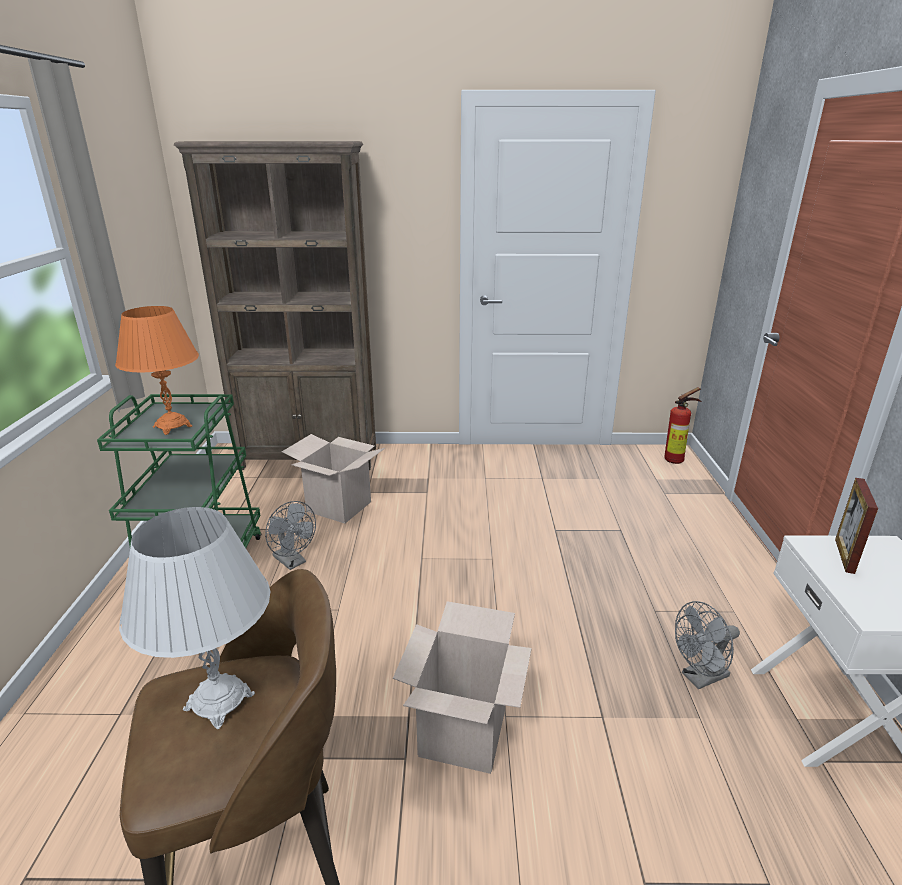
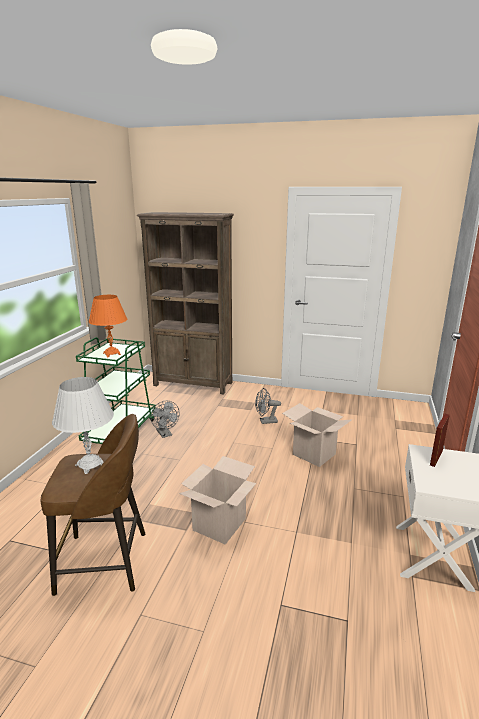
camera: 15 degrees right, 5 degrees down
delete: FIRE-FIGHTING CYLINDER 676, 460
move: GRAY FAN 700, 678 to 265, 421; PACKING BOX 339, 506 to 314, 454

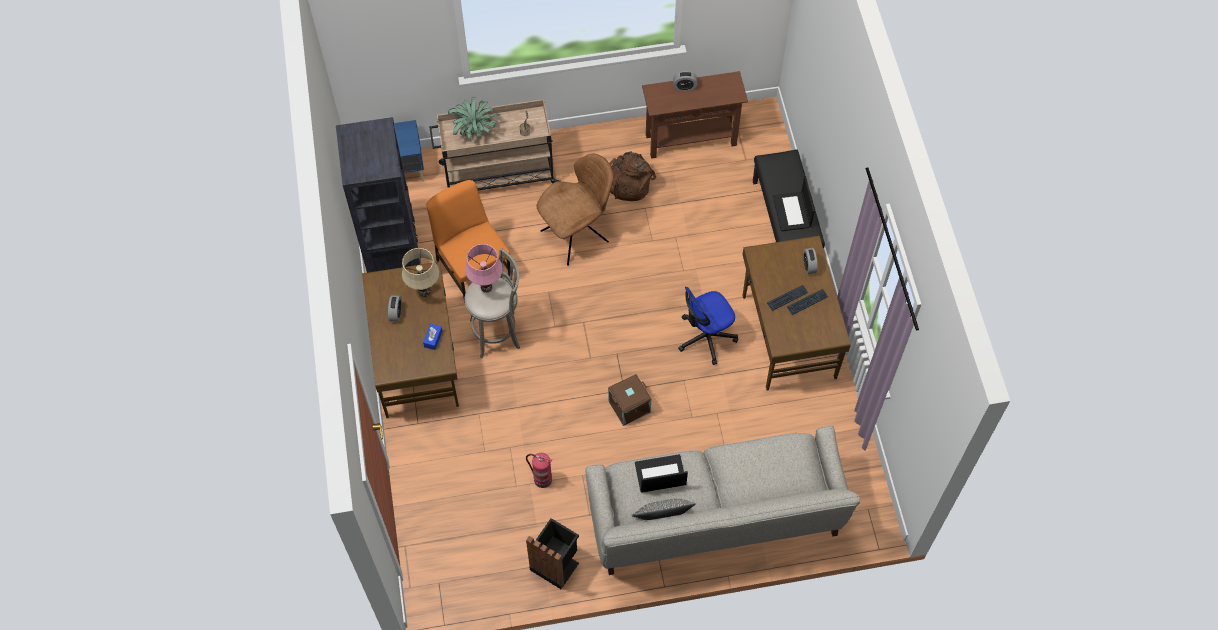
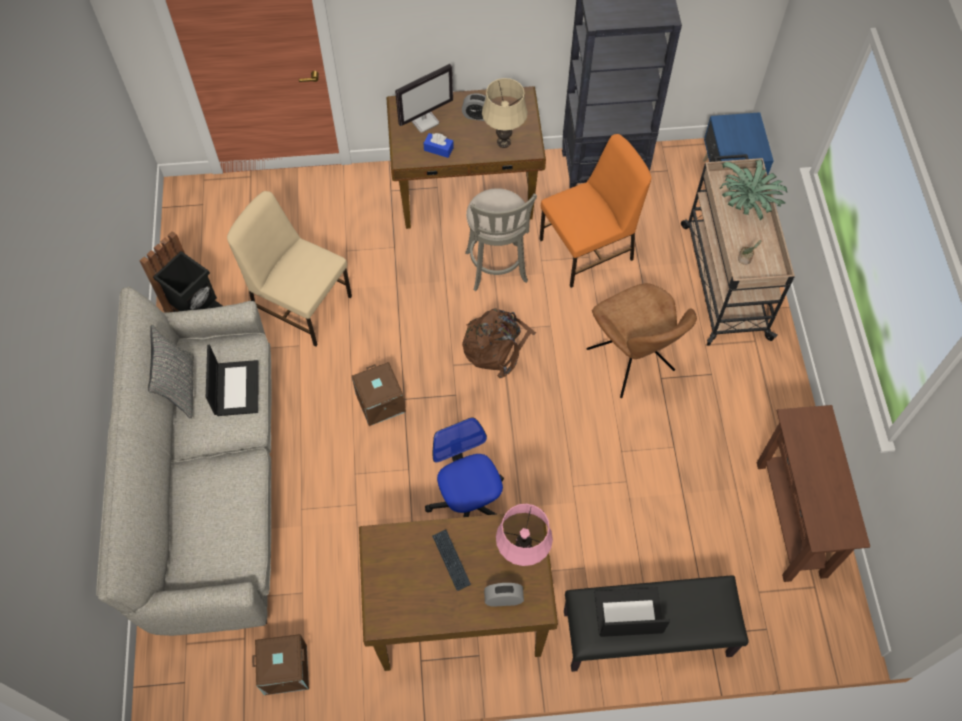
camera: 95 degrees right, 0 degrees up
delete: BEDSIDE CLOCK 684, 87; PC KEYBOARD 807, 302
insert: BROWNISH STORAGE BOX 285, 671; COMPUTER SCREEN 425, 121
move: BROWNISH BACKPACK 628, 183 to 496, 346; PINKISH TABLE LAMP 486, 287 to 522, 556
replace: FIRE-FIGHTING CYLINDER 541, 479 to BEIGE-COLOURED CHAIR 301, 304

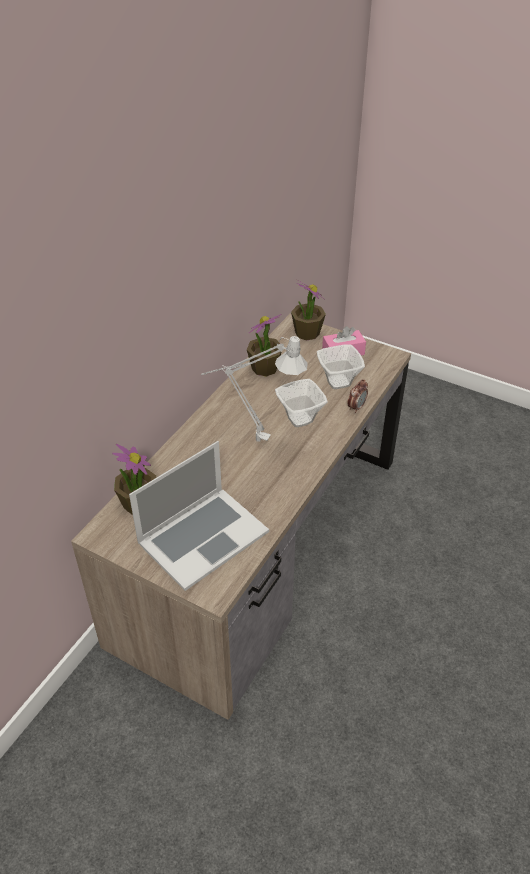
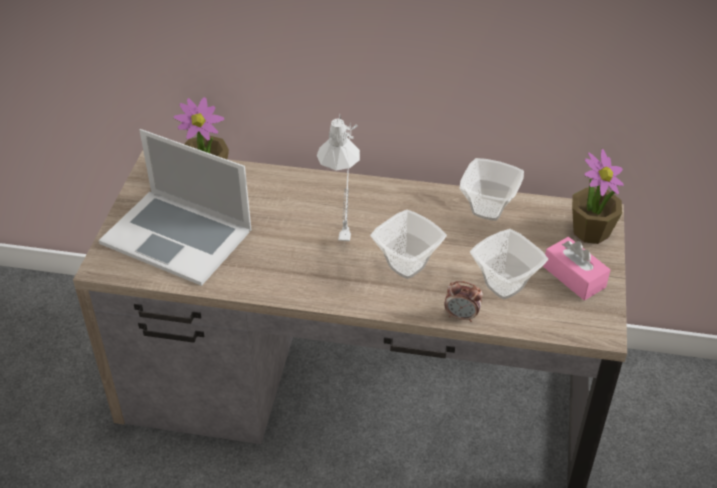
camera: 70 degrees right, 0 degrees up
replace: POTTED PLANT 264, 368 to BOWL 486, 210

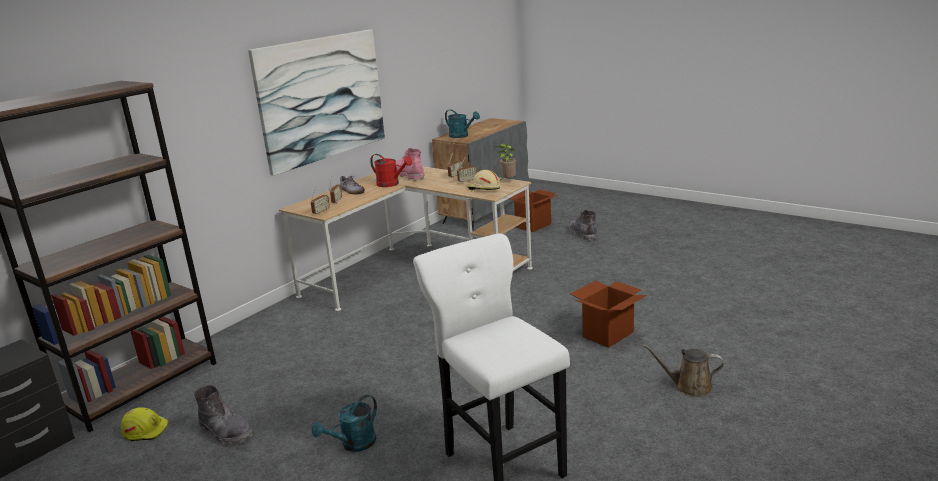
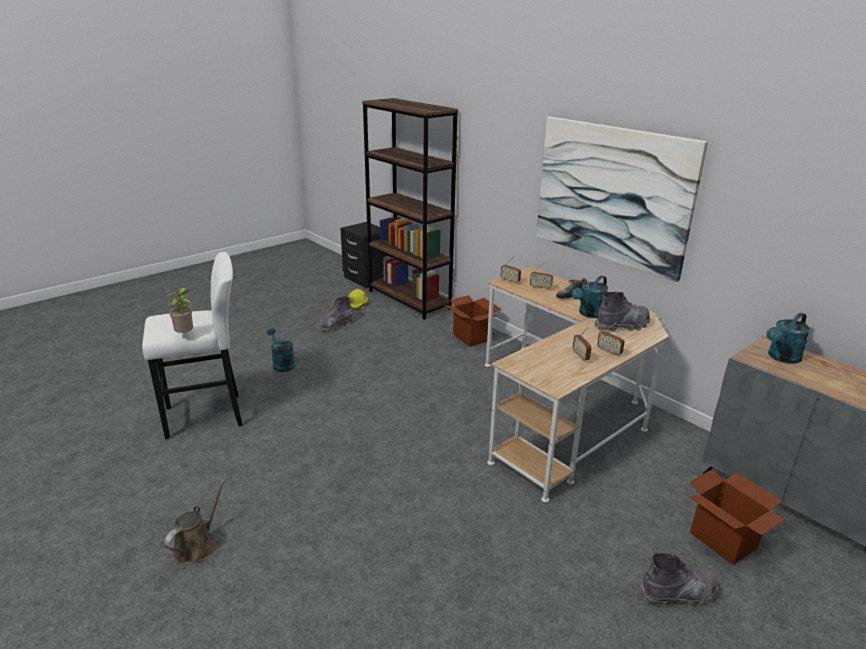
camera: 100 degrees right, 5 degrees up
delete: BEIGE-COLOURED HARD HAT 483, 189
move: POTTED PLANT 507, 181 to 186, 335; PACKING BOX 608, 334 to 471, 337
recolor: RED SPRINKLING CAN 391, 184 to TURQUOISE-COLOURED SPRINKLING CAN 589, 314; PINKISH HIGH-TOP BOOT 410, 175 to GRAY HIGH-TOP BOOT 622, 326

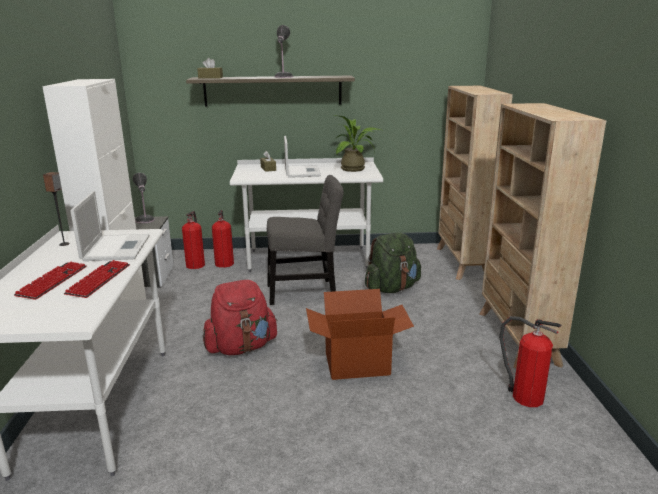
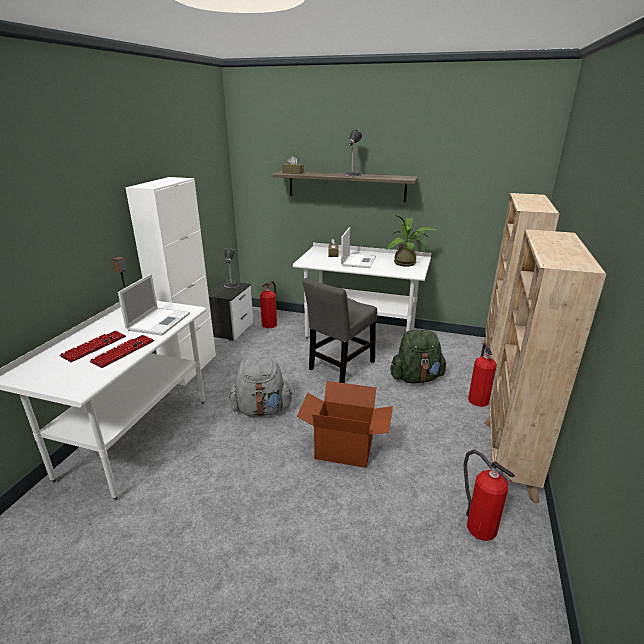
camera: 20 degrees right, 5 degrees up
move: FIRE-FIGHTING CYLINDER 224, 263 to 478, 399
recolor: RED BACKPACK 241, 347 to GRAY BACKPACK 262, 409
rotate: GRAY CHAIR 305, 292 = 340, 367 120 degrees clockwise

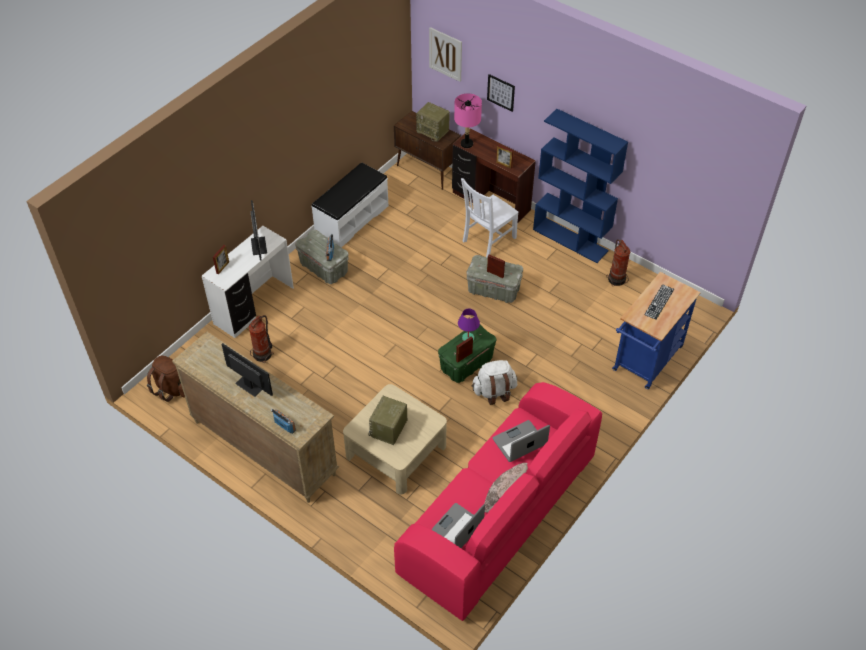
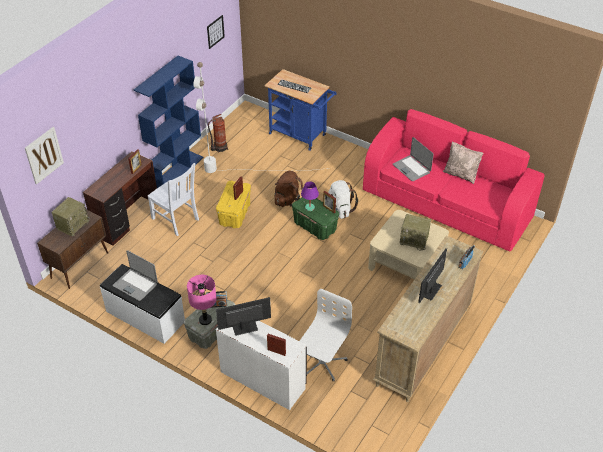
camera: 95 degrees left, 5 degrees down
insert: WHITISH STANDARD LAMP 243, 169
move: LAPTOP 456, 529 to 135, 284; PINKISH TABLE LAMP 466, 144 to 205, 320; WALL ART 501, 92 to 215, 31; BROWNISH BACKPACK 172, 388 to 287, 200
replace: FIRE-FIGHTING CYLINDER 263, 354 to WHITISH DESK CHAIR 322, 362
recolor: GRAY STORAGE BOX 494, 290 to YELLOW-COLOURED STORAGE BOX 234, 214

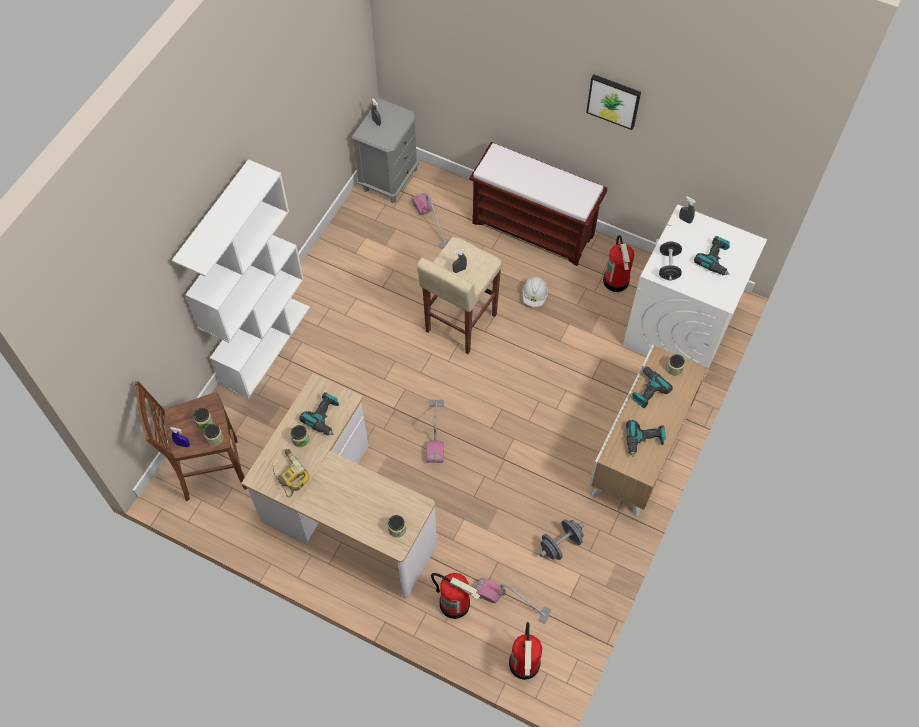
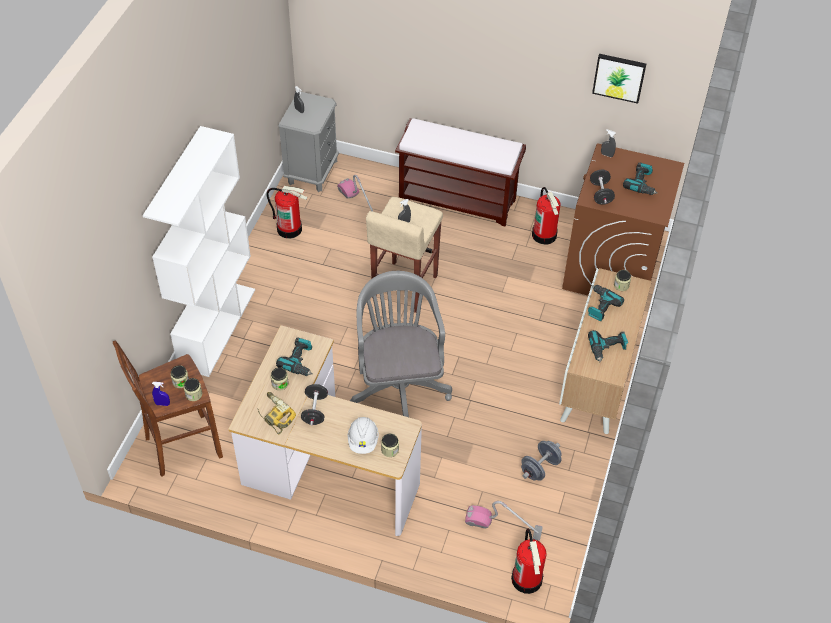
camera: 10 degrees left, 10 degrees down
insert: BLACK FREE WEIGHT 315, 411
move: FIRE-FIGHTING CYLINDER 455, 603 to 290, 229; WHITISH HARD HAT 534, 296 to 363, 440; WALL ART 614, 100 to 619, 77
replace: VACUUM CLEANER 435, 432 to GRAY DESK CHAIR 399, 384
recolor: WHITISH LAUNDRY APPLIANCE 679, 328 to BROWNISH LAUNDRY APPLIANCE 612, 268

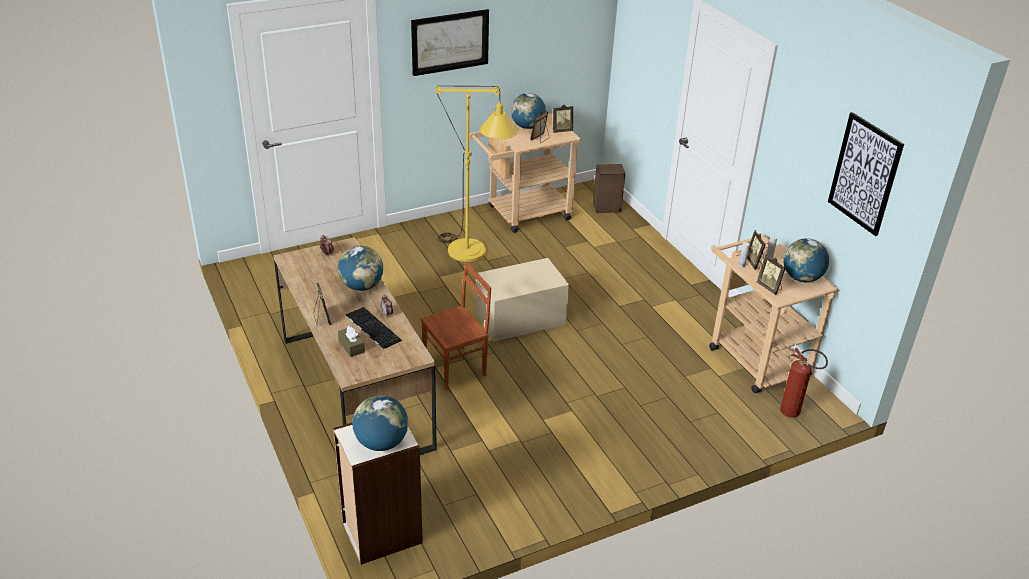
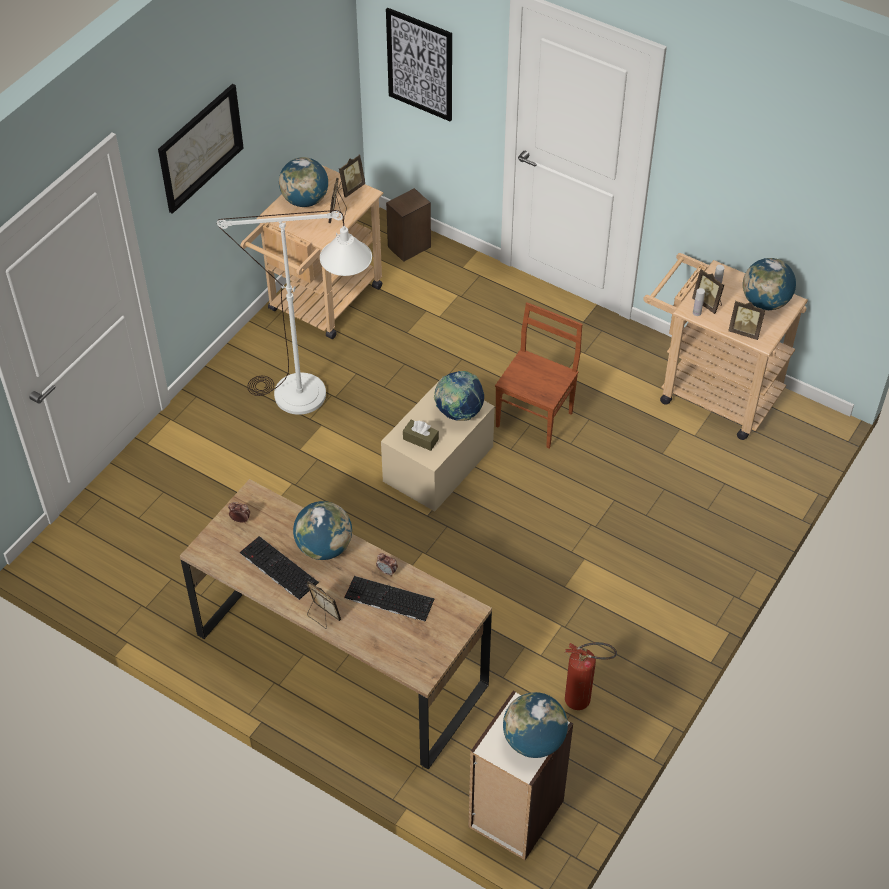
camera: 30 degrees left, 15 degrees up
insert: PC KEYBOARD 277, 568; GLOBE 458, 413
move: WALL ART 865, 174 to 420, 64; BROWNISH BOX OF TISSUES 351, 346 to 420, 439; BROWNISH CHAIR 456, 368 to 536, 419; FIRE-FIGHTING CYLINDER 794, 414 to 584, 701
recolor: YELLOW-COLOURED STANDARD LAMP 474, 256 to WHITISH STANDARD LAMP 314, 398

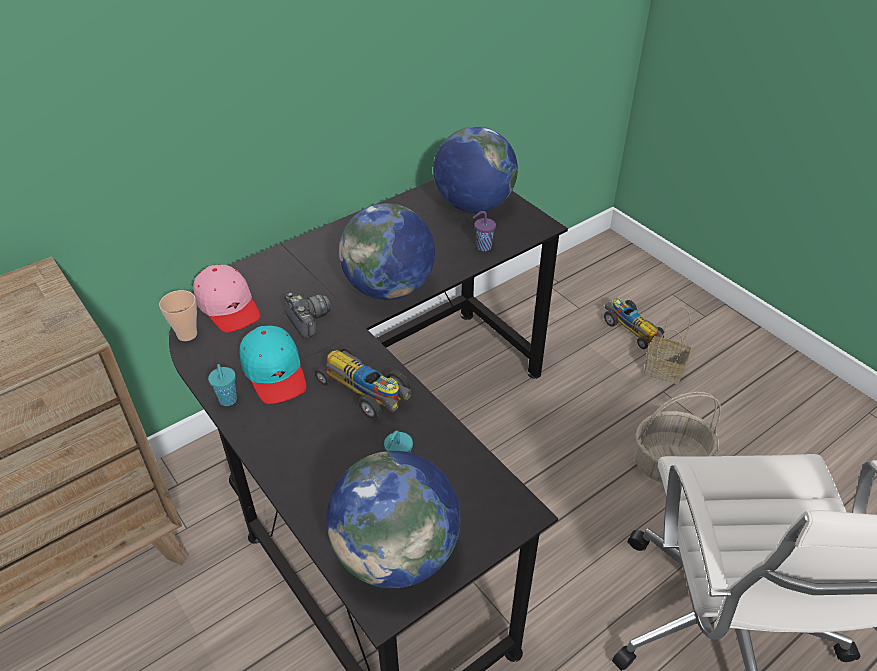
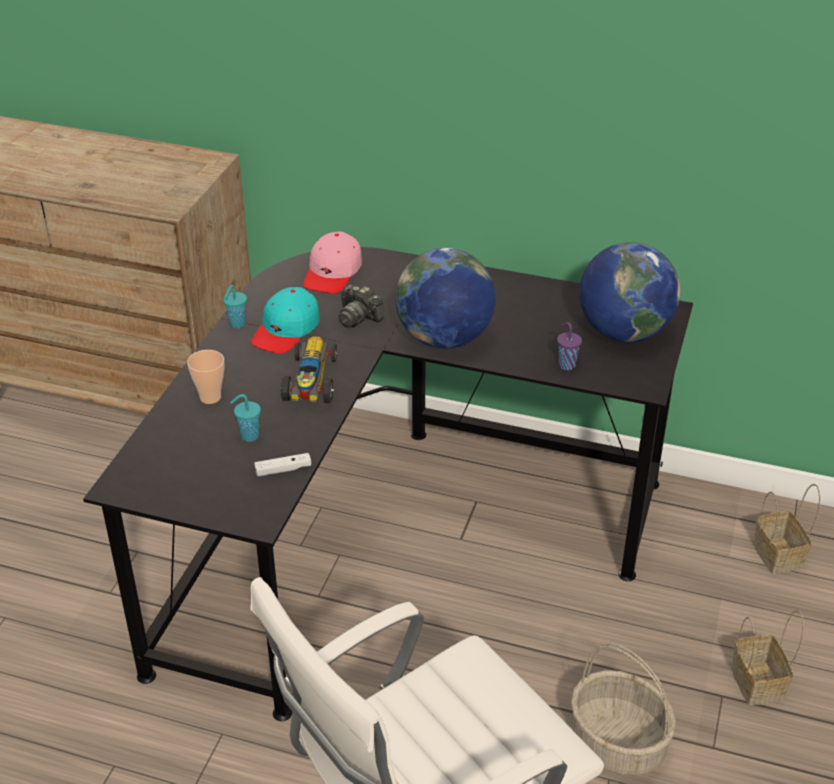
camera: 55 degrees right, 5 degrees down
delete: GLOBE 396, 553; MINIATURE CAR 630, 327
insert: WHITISH JOYPAD 283, 470; STORAGE BASKET 779, 556
move: CUP 187, 334 to 210, 397
rotate: PHOTO CAMERA 308, 321 = 358, 317 105 degrees clockwise

